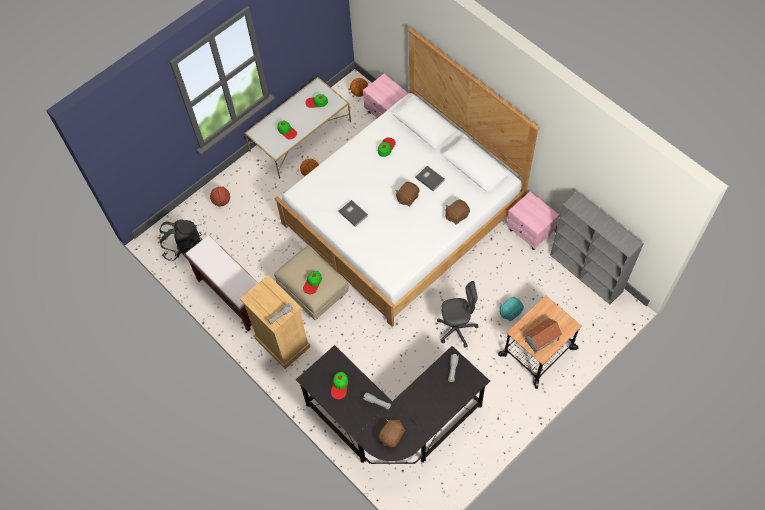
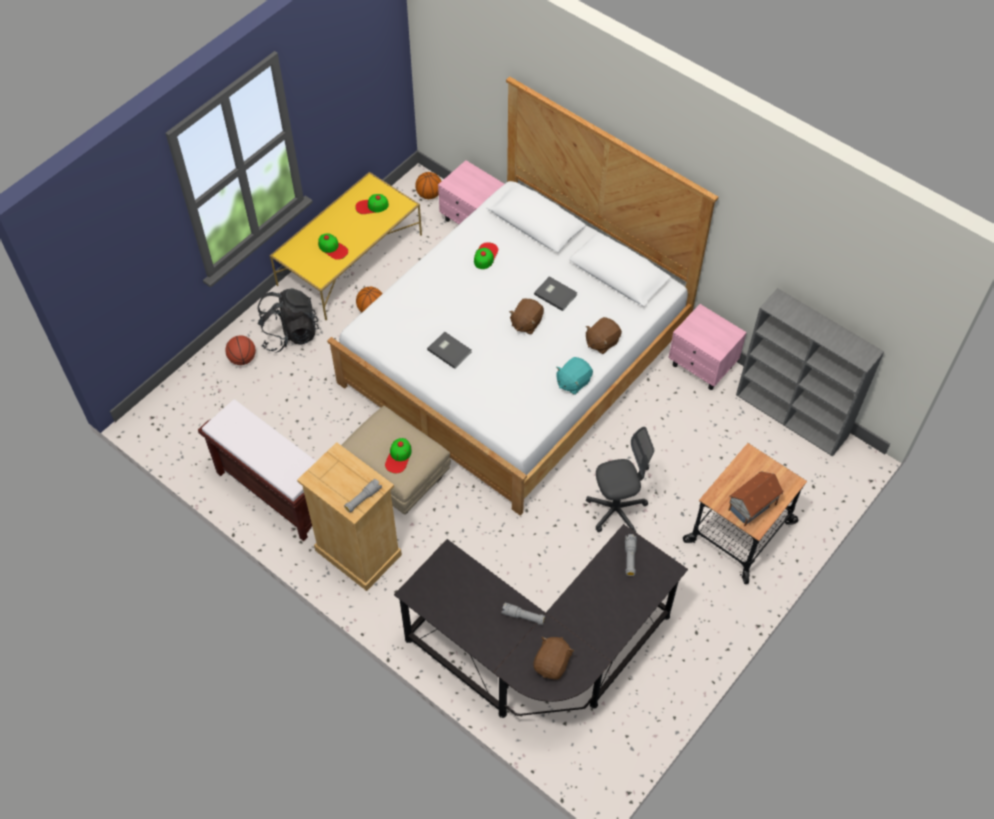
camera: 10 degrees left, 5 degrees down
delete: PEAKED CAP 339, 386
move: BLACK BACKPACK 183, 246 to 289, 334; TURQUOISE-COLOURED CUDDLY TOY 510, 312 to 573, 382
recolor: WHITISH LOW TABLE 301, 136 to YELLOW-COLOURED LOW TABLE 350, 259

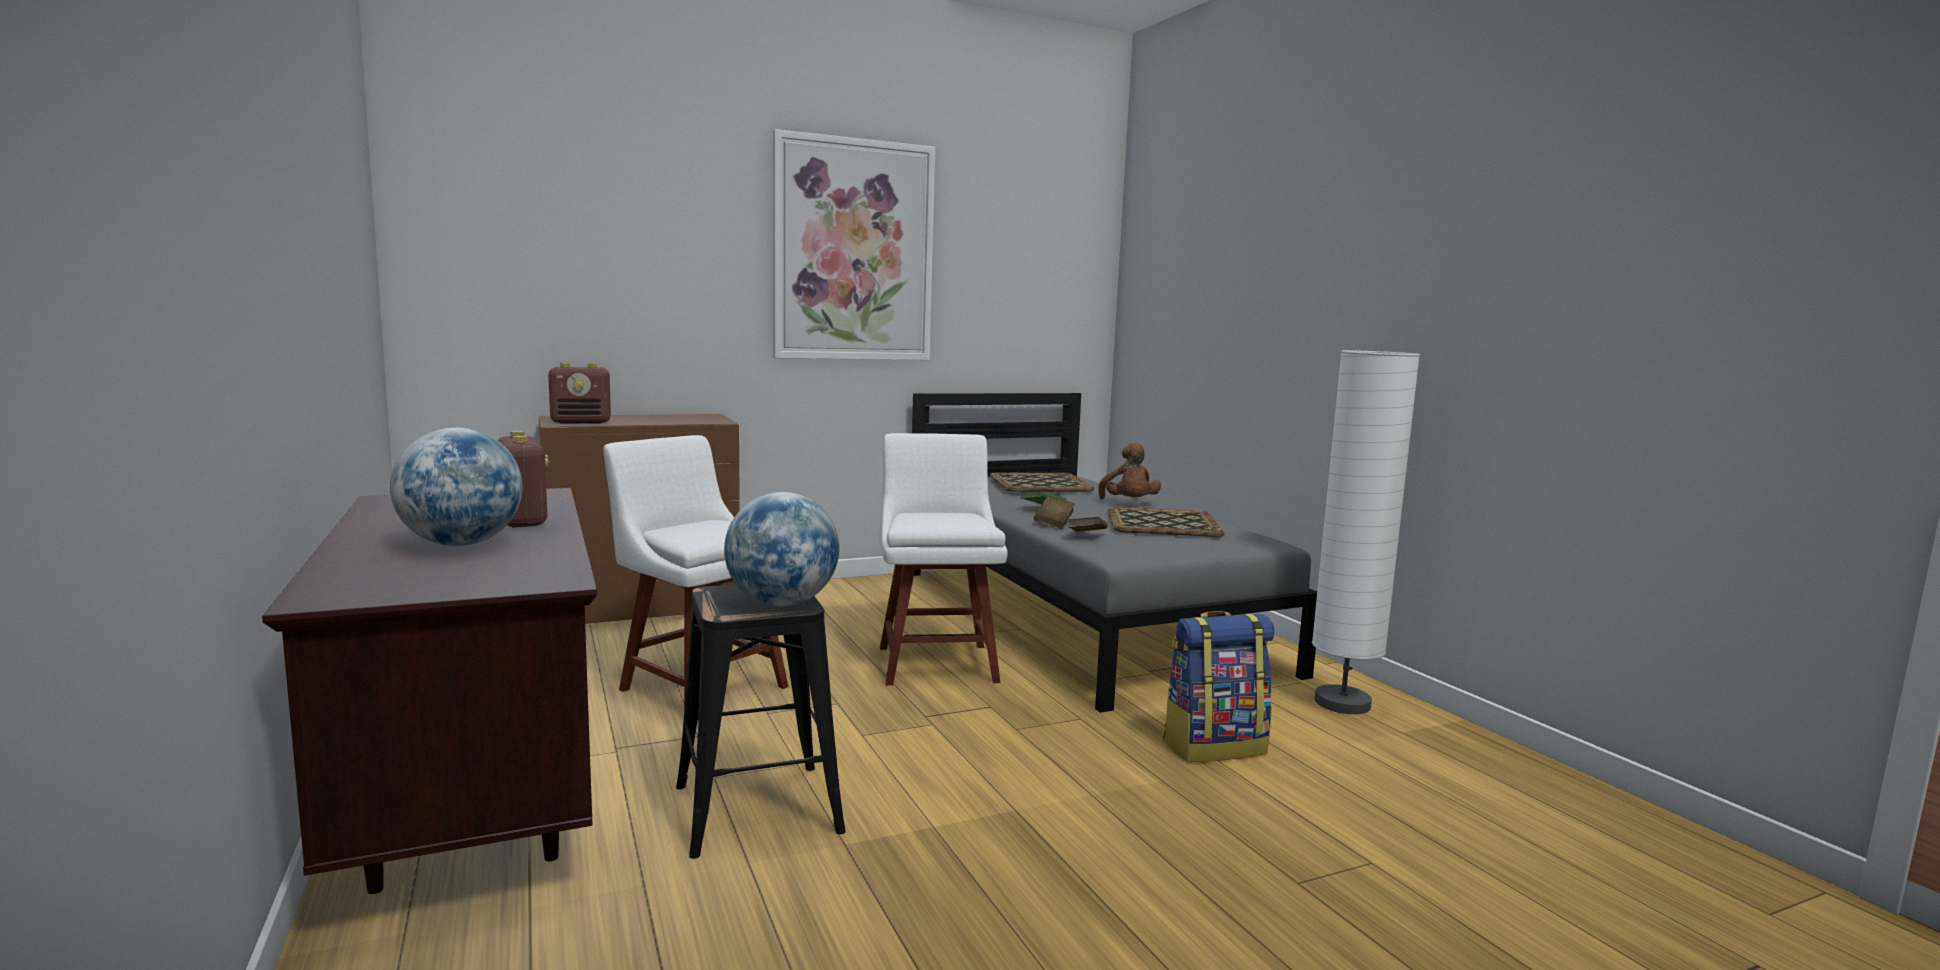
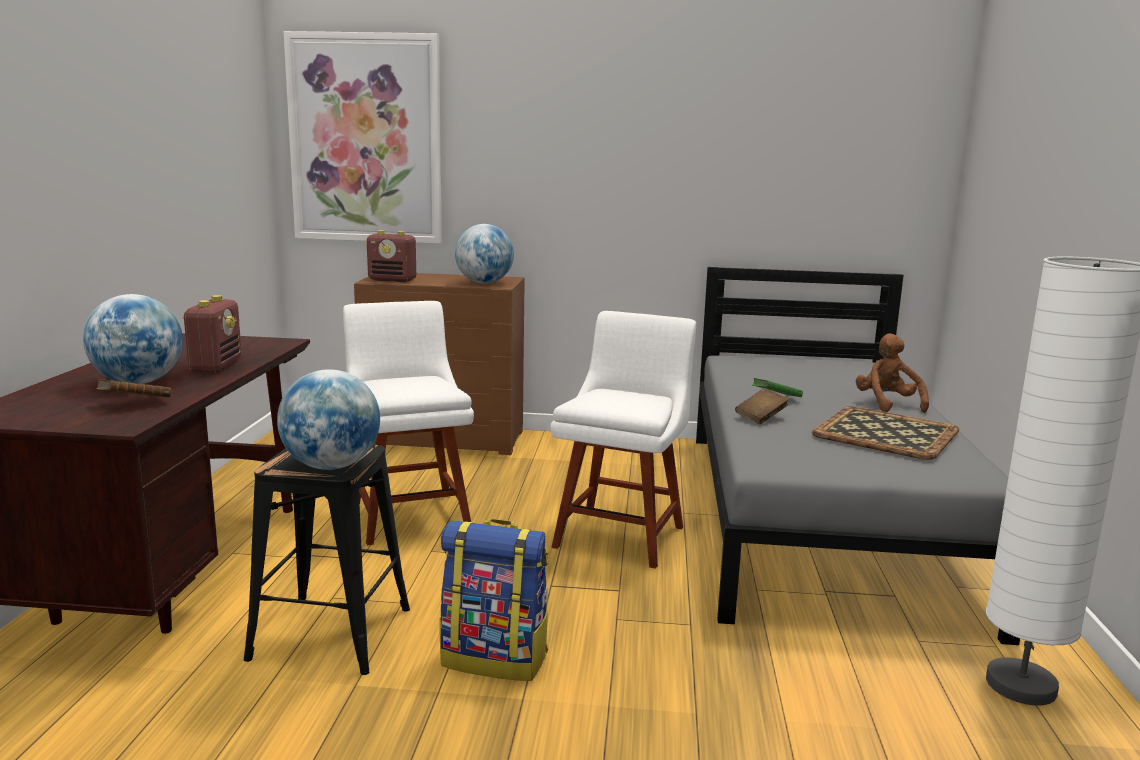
camera: 30 degrees right, 5 degrees up
delete: CARRYING TRAY 1039, 483
insert: GLOBE 484, 283
move: BROWNISH BOOK 1087, 536 to 135, 404; WALL ART 853, 251 to 365, 139; BACKPACK 1214, 746 to 496, 658
rotate: BROWNISH CUDDLY TOY 1129, 504 = 887, 404 150 degrees clockwise

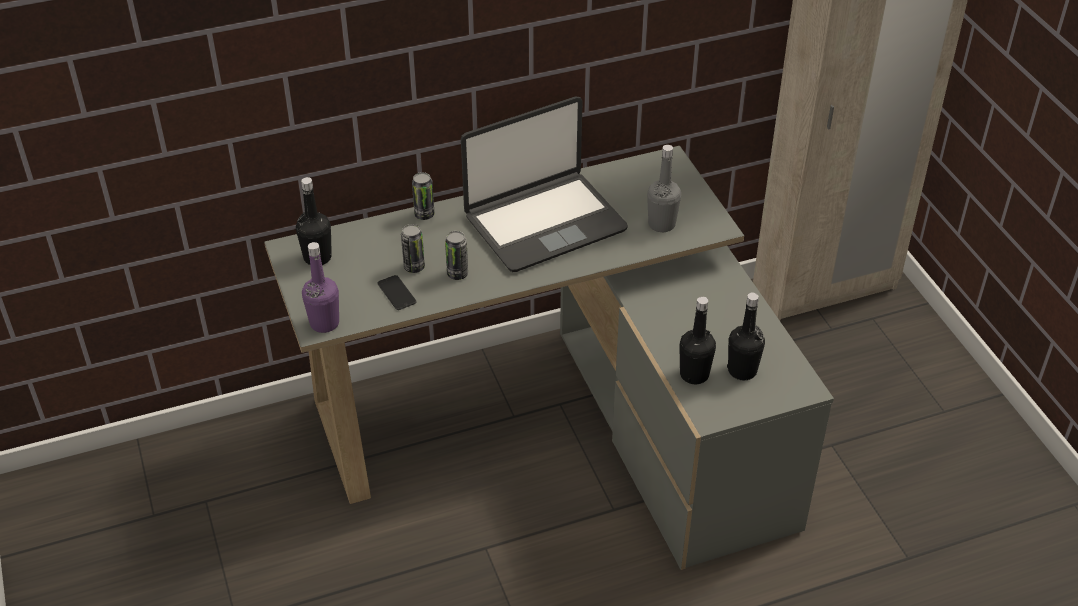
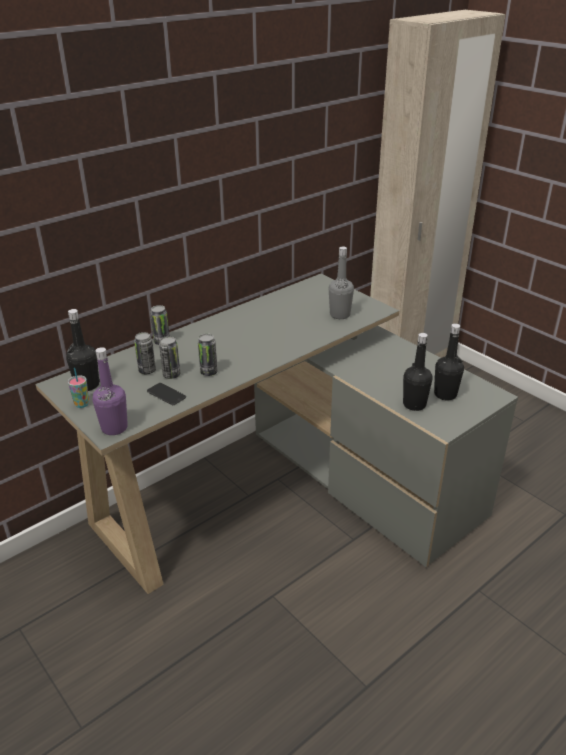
camera: 20 degrees left, 10 degrees down
delete: LAPTOP 544, 222
insert: CUP 82, 404; CAN 147, 371

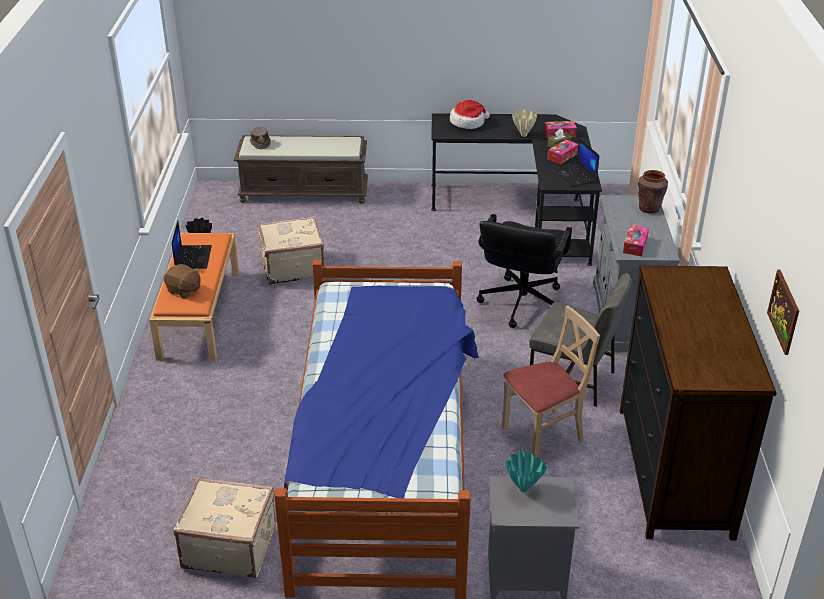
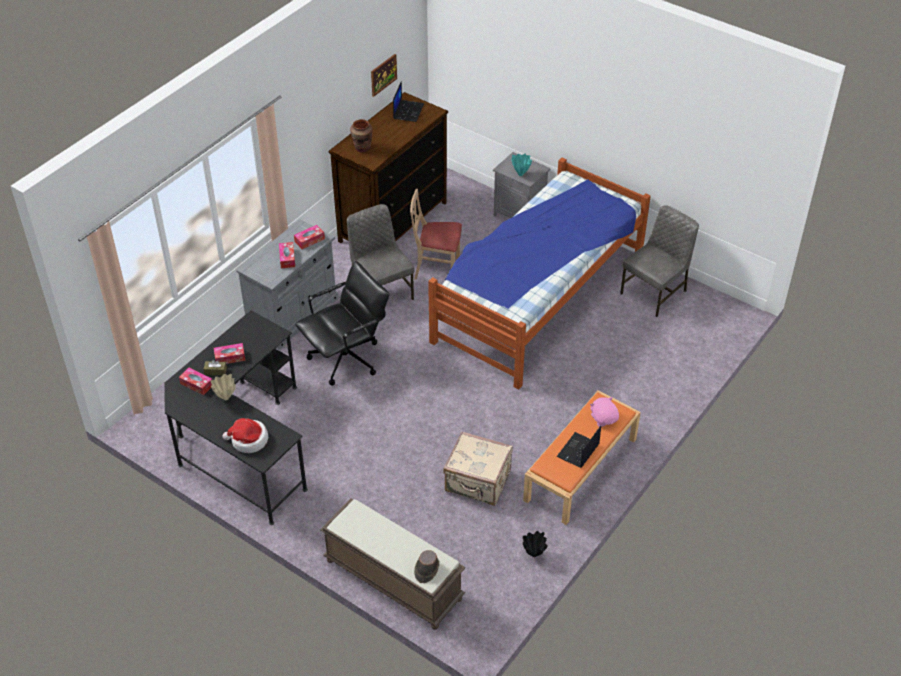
camera: 145 degrees left, 10 degrees up
insert: BOX OF TISSUES 287, 258
move: BROWNISH VASE 649, 209 to 362, 148; LAPTOP 575, 176 to 408, 111
replace: BEIGE-COLOURED SUITCASE 229, 546 to GRAY CHAIR 655, 292
recolor: BROWNISH CUDDLY TOY 184, 290 to PINKISH CUDDLY TOY 603, 418

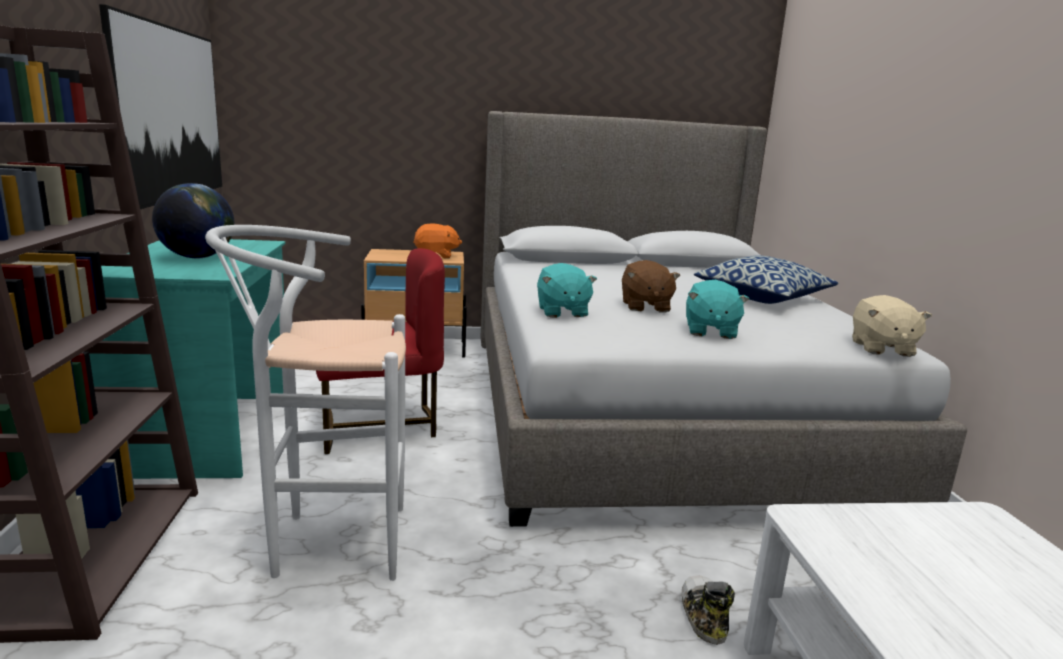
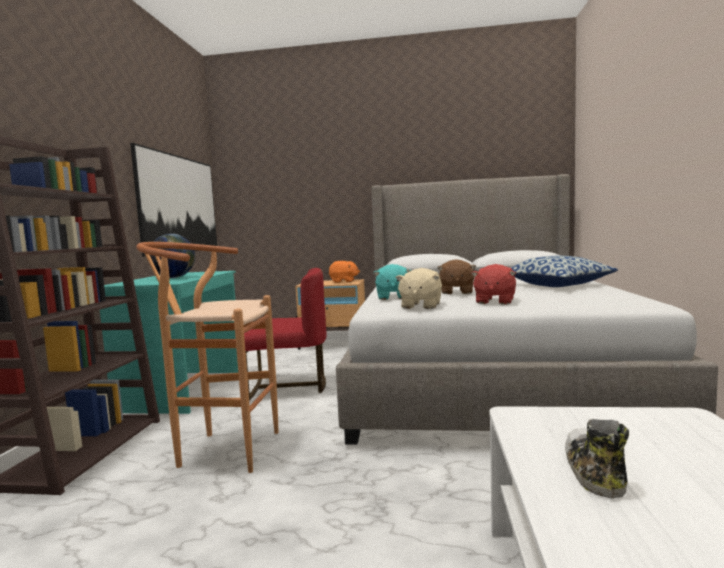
camera: 15 degrees right, 10 degrees down
move: BEIGE-COLOURED CUDDLY TOY 881, 348 to 420, 306; LOW SHOE 703, 616 to 593, 471
recolor: WHITISH SITTING STOOL 326, 543 to BROWNISH SITTING STOOL 220, 450; TURQUOISE-COLOURED CUDDLY TOY 710, 331 to RED CUDDLY TOY 494, 301

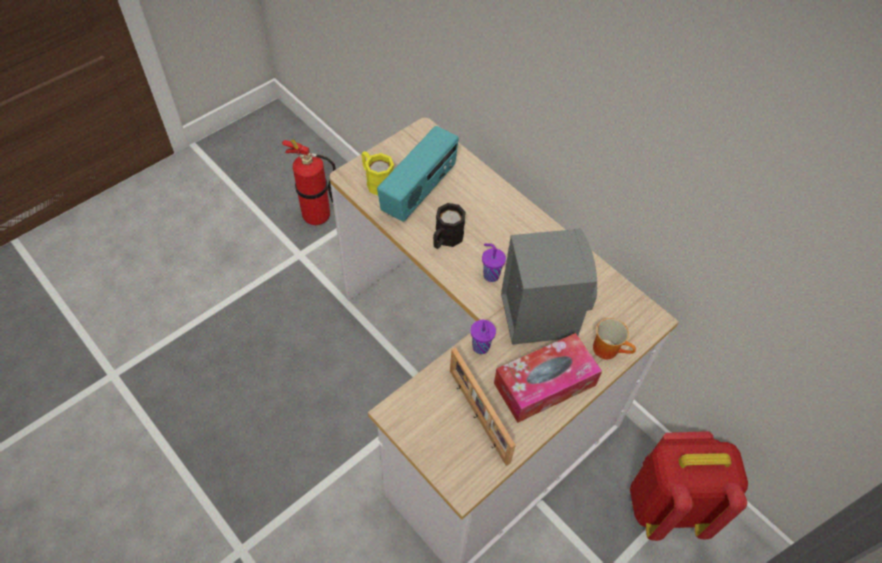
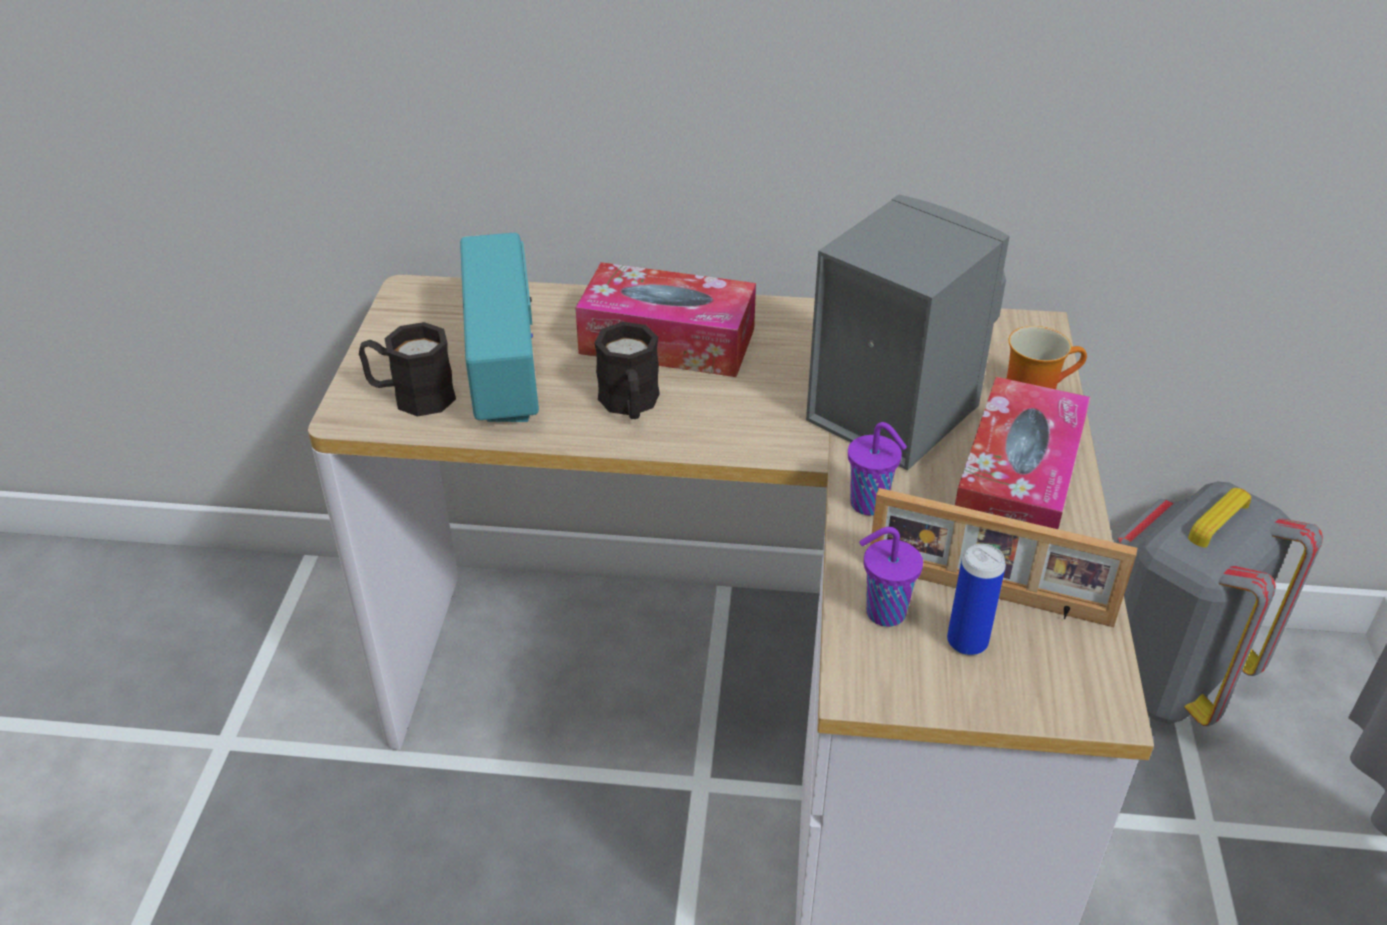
camera: 40 degrees left, 15 degrees down
delete: FIRE-FIGHTING CYLINDER 320, 218
insert: BOX OF TISSUES 667, 341; CAN 967, 642
move: PURPLE CUP 490, 275 to 883, 612
recolor: YELLOW-COLOURED TEA MUG 376, 181 to BLACK TEA MUG 411, 396; RED BACKPACK 667, 504 to GRAY BACKPACK 1162, 676

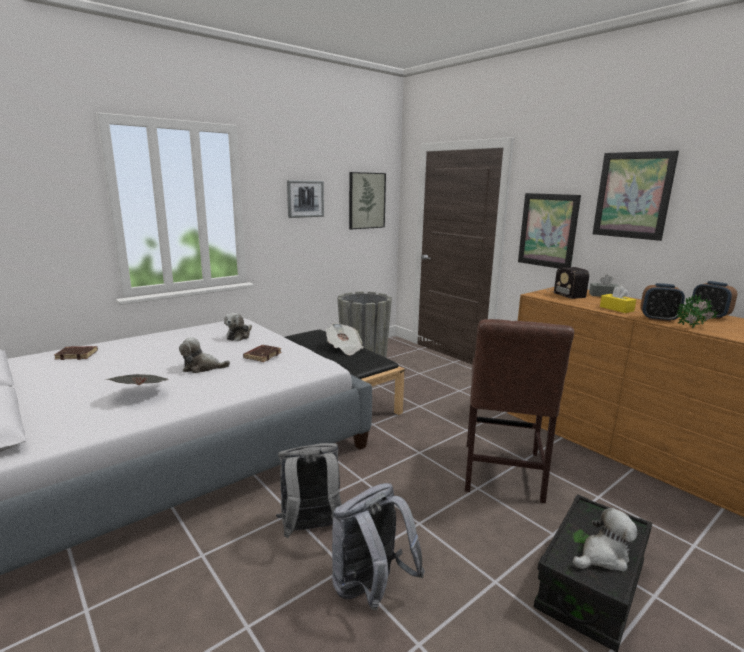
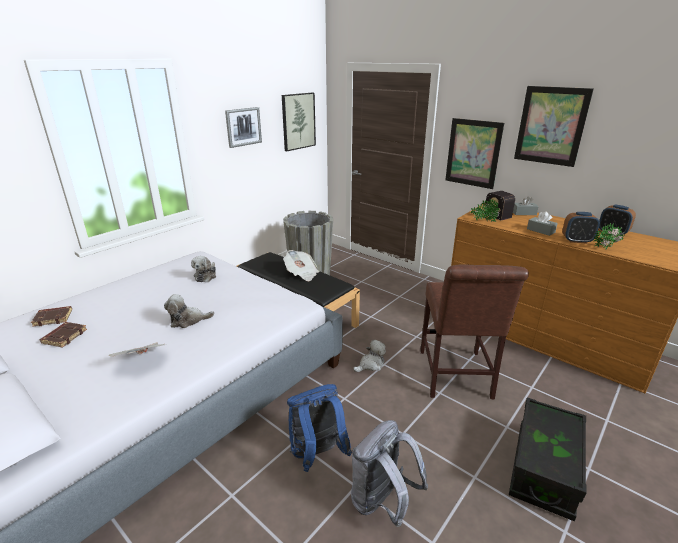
camera: 10 degrees left, 10 degrees up
insert: POTTED PLANT 483, 221
move: BROWNISH BOOK 262, 356 to 64, 336; CUDDLY TOY 603, 556 to 371, 364
recolor: GRAY BACKPACK 311, 530 to BLUISH BACKPACK 317, 455; YELLOW-COLOURED BOX OF TISSUES 616, 309 to GRAY BOX OF TISSUES 540, 231

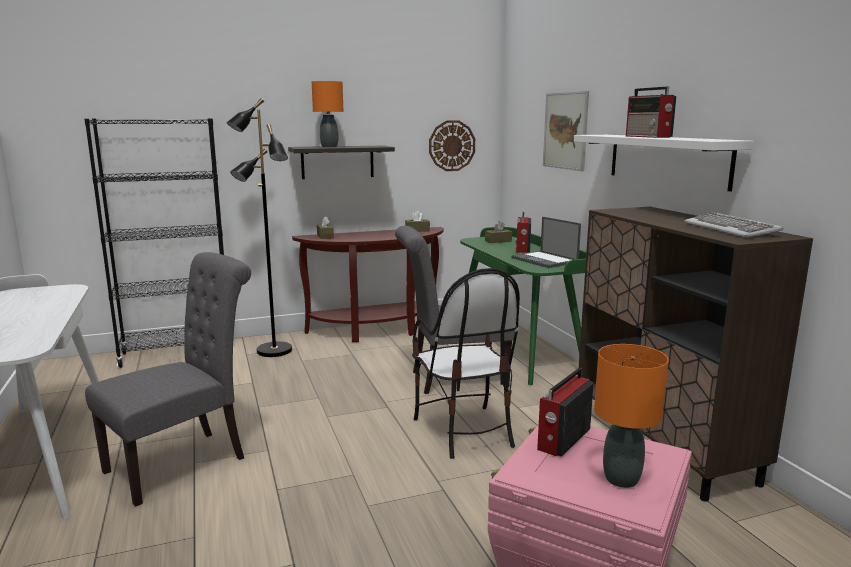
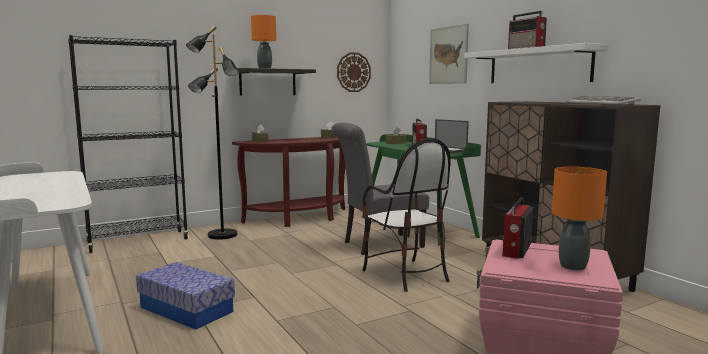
camera: 10 degrees left, 5 degrees down
replace: GRAY CHAIR 184, 462 to STORAGE BOX 186, 309

